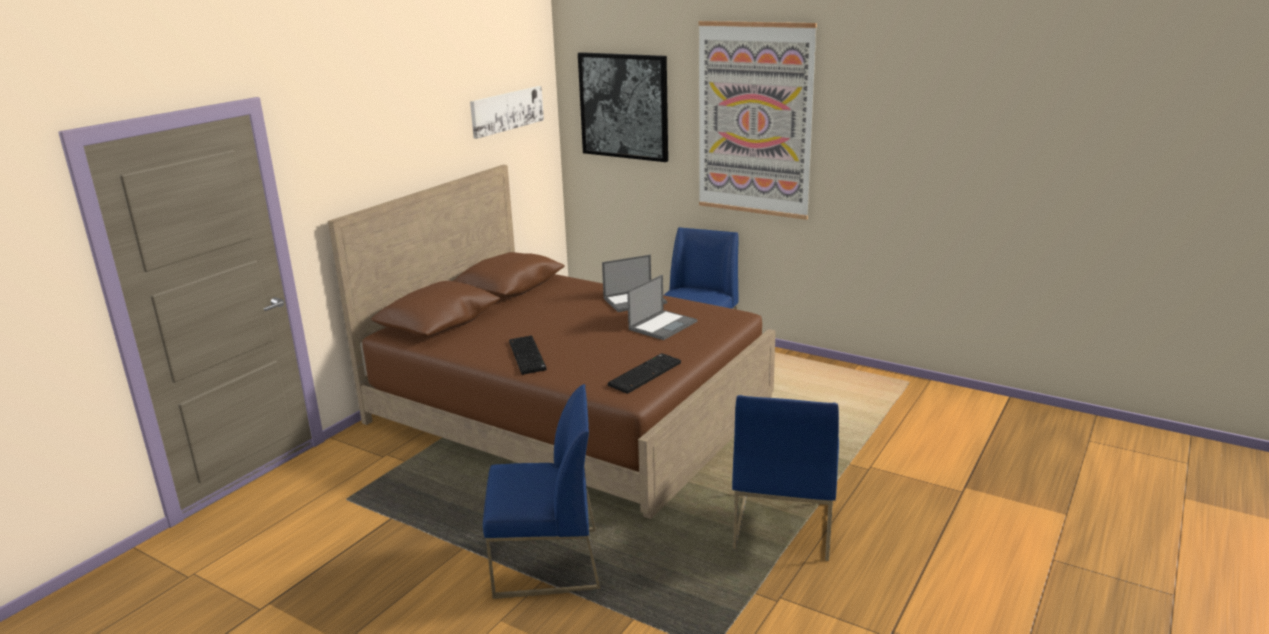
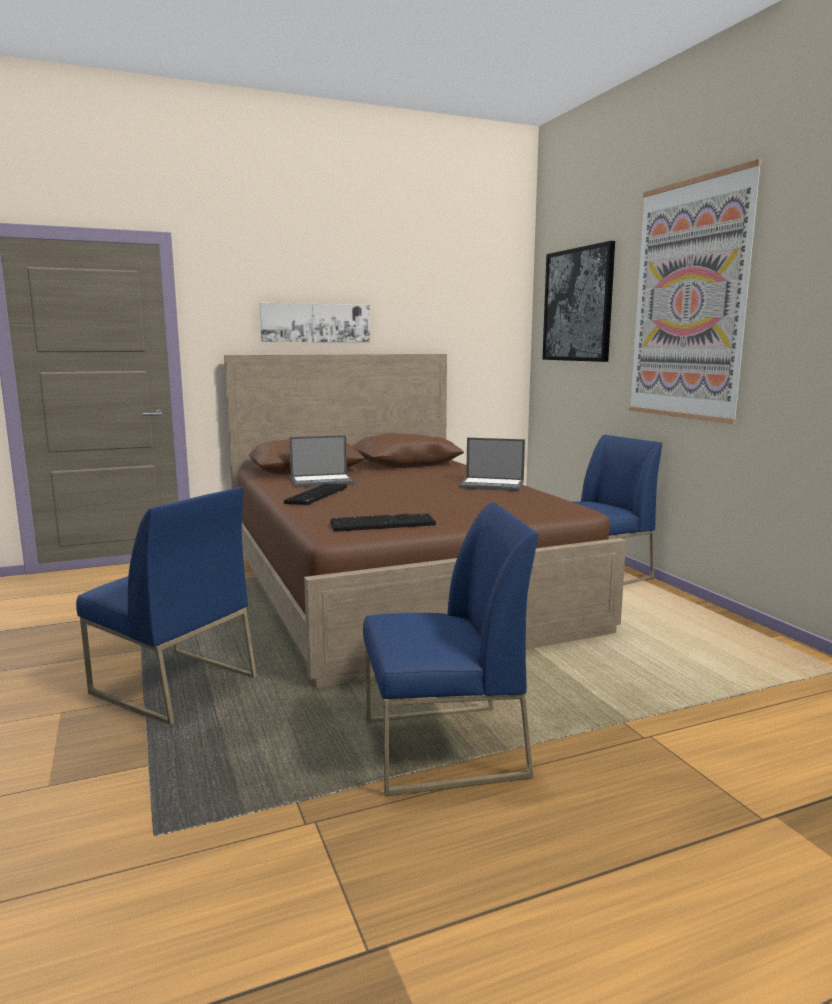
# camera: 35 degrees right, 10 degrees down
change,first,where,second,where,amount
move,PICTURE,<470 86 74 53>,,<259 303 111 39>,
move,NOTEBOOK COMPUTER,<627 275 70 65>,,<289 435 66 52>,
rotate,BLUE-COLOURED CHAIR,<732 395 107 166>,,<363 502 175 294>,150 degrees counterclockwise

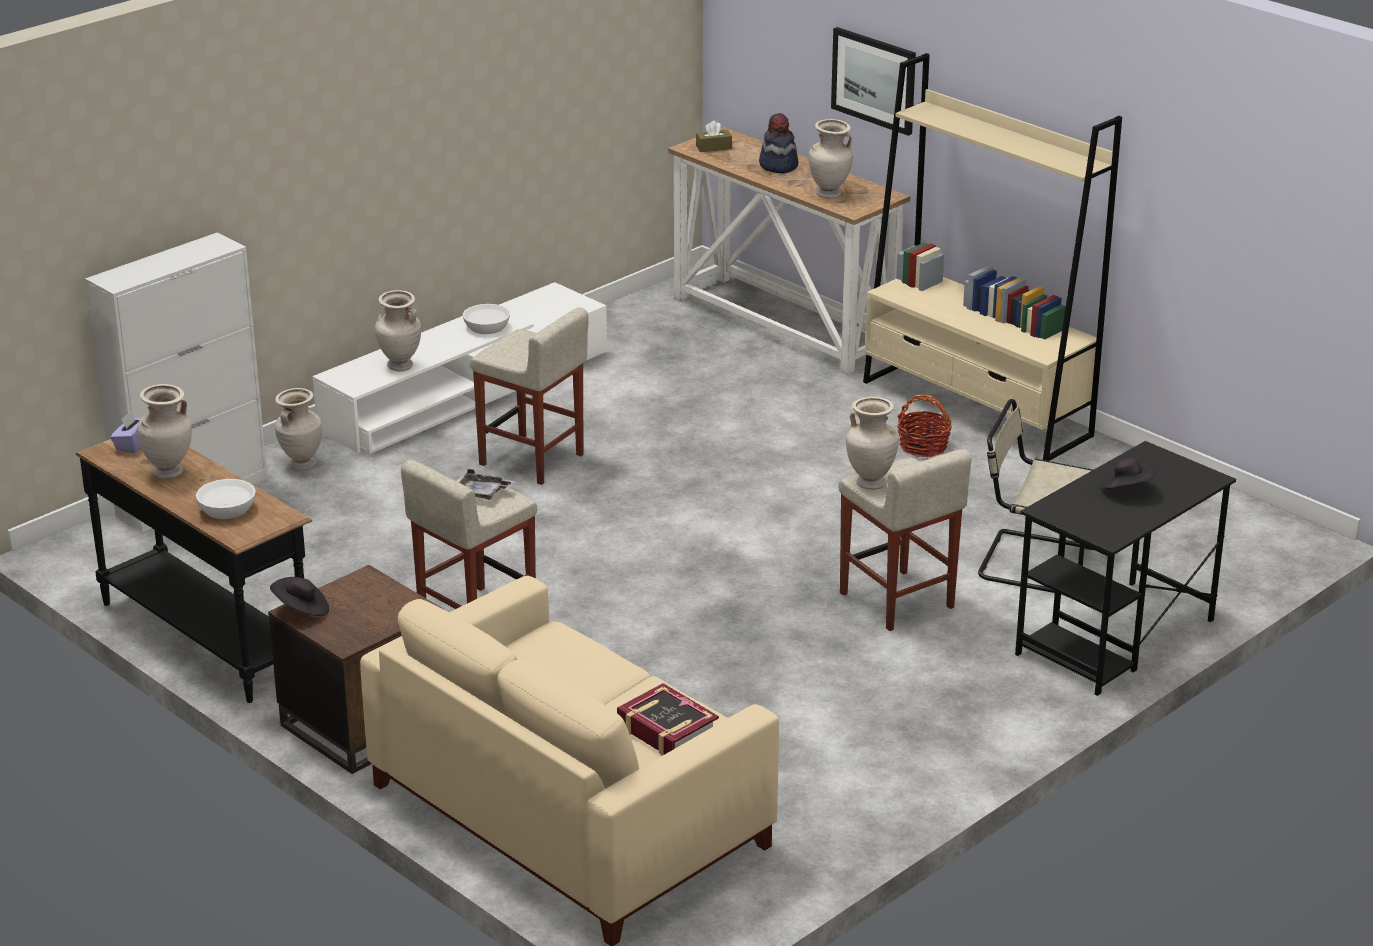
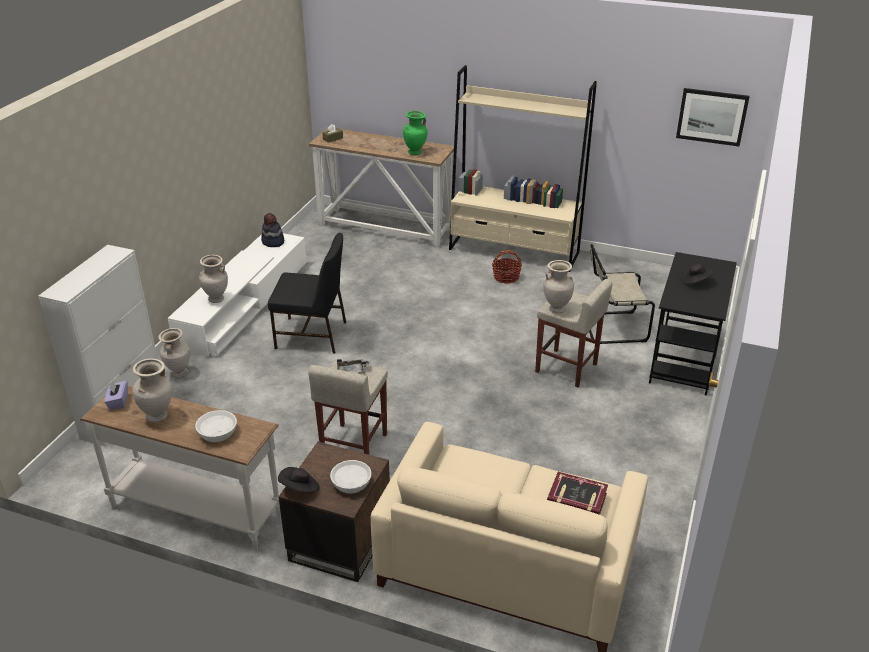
# camera: 25 degrees left, 5 degrees up
change,first,where,second,where,amount
recolor,BLACKISH NARROW TABLE,<76 439 236 264>,WHITE-COLOURED NARROW TABLE,<80 386 201 165>,
move,WEARABLE HAT,<759 113 40 60>,,<261 213 23 34>,
replace,SAND-COLOURED STOOL,<470 307 118 178>,BLACKISH CHAIR,<268 233 78 121>,
move,WHITE-COLOURED SERVING BOWL,<463 304 47 30>,,<330 460 41 34>,
recolor,SAND-COLOURED DECORATIVE VASE,<808 119 45 80>,GREEN-COLOURED DECORATIVE VASE,<403 111 24 44>,
move,PICTURE,<831 27 85 109>,,<676 88 74 58>,

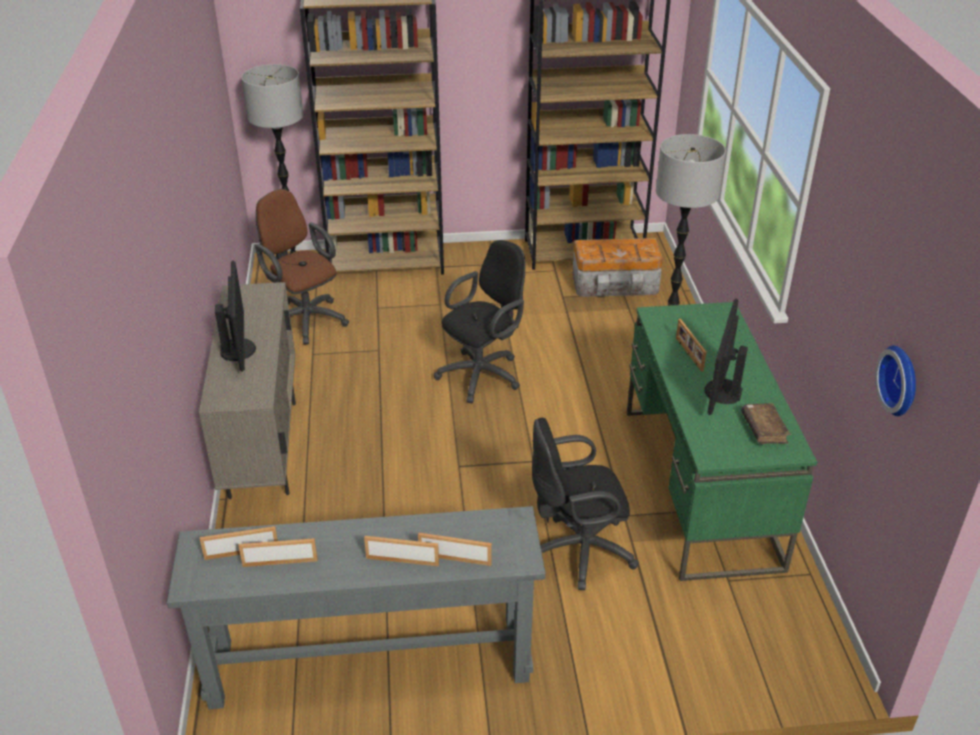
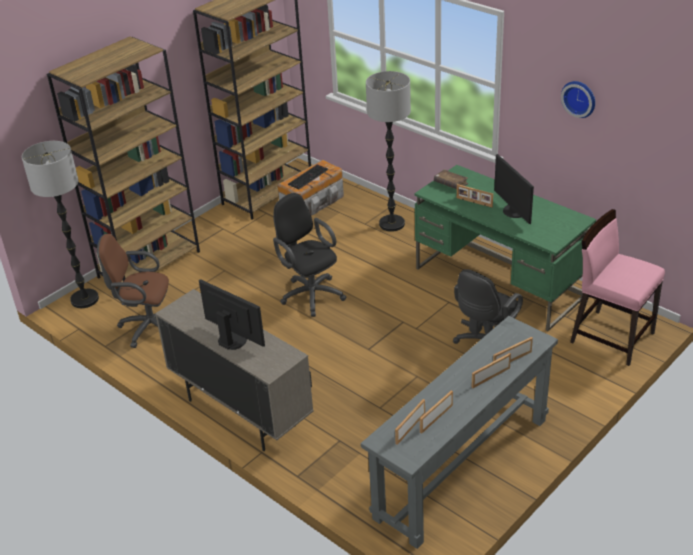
# camera: 40 degrees left, 0 degrees up
change,first,where,second,where,amount
rotate,BLACKISH OFFICE CHAIR,<434 240 91 163>,,<273 193 73 124>,45 degrees counterclockwise
insert,,,COMPUTER KEYBOARD,<288 164 40 25>,
move,BROWN BOOK,<741 403 50 41>,,<434 169 34 20>,
move,WALL CLOCK,<875 346 41 70>,,<561 81 34 37>,
insert,,,PINK CHAIR,<570 209 95 157>,

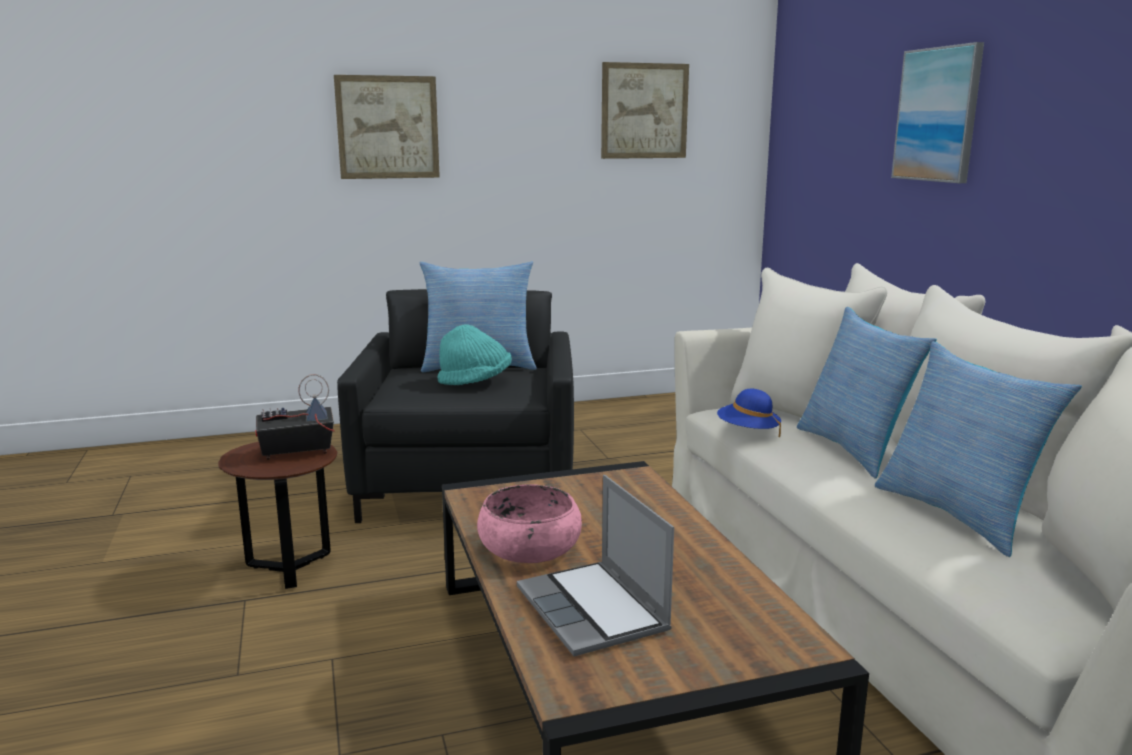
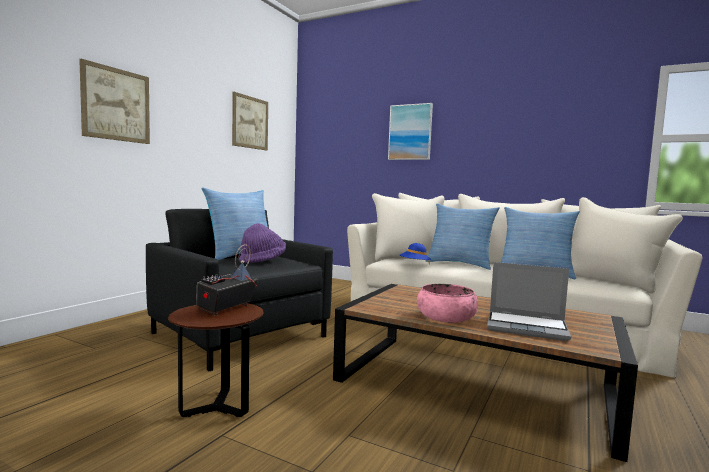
# camera: 45 degrees left, 10 degrees down
change,first,where,second,where,amount
recolor,BLUE-GREEN WEARABLE HAT,<438 324 74 61>,PURPLE WEARABLE HAT,<239 223 47 40>,

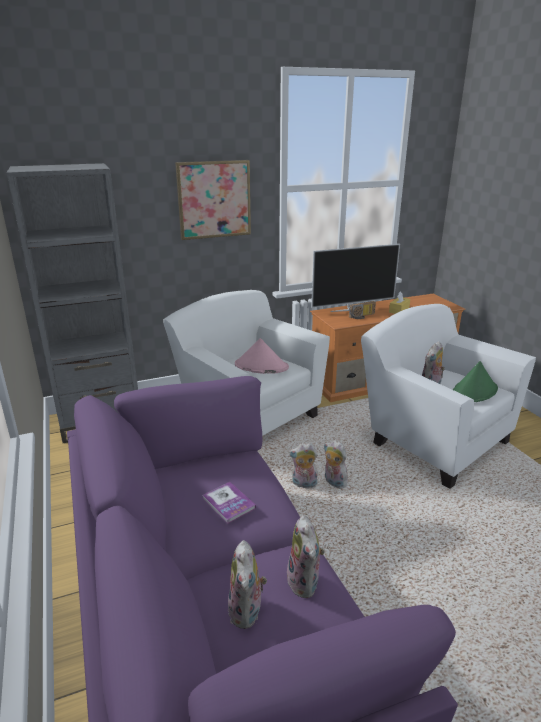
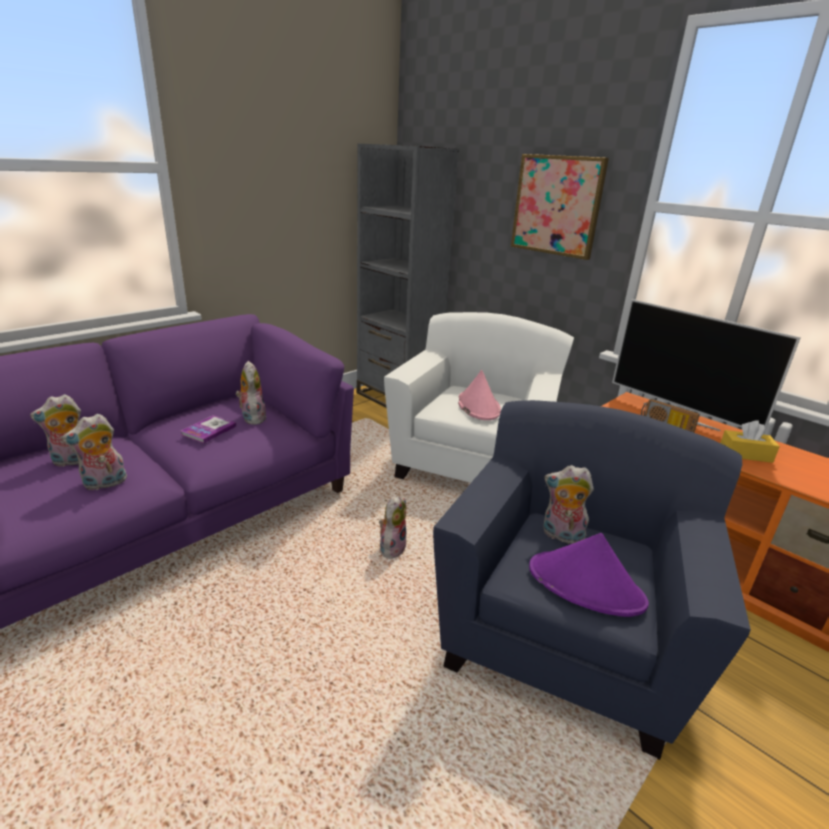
# camera: 65 degrees right, 0 degrees up
change,first,where,second,where,amount
move,CUDDLY TOY,<288 443 30 45>,,<236 361 30 64>,
recolor,WHITE-COLOURED ARMCHAIR,<361 304 175 185>,BLUE-COLOURED ARMCHAIR,<433 400 318 360>,
recolor,GREEN-COLOURED WEARABLE HAT,<452 361 46 41>,PURPLE WEARABLE HAT,<529 533 120 84>,

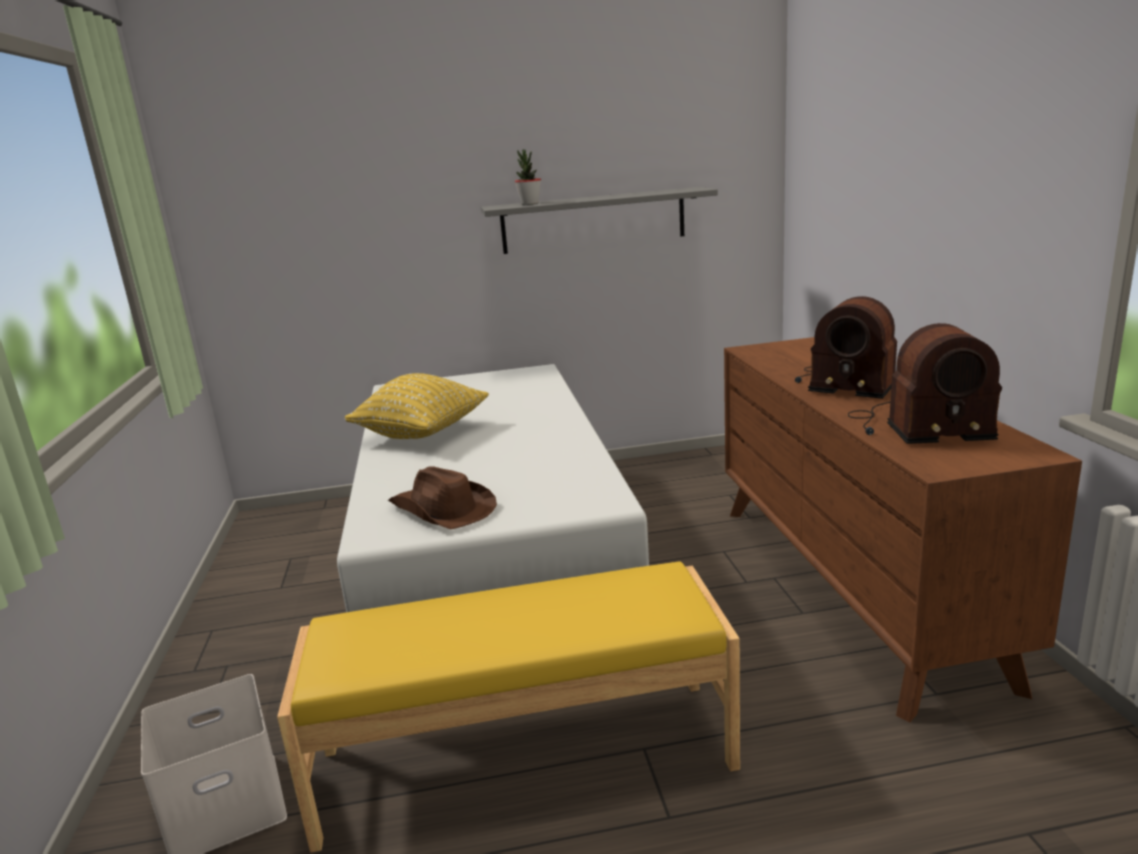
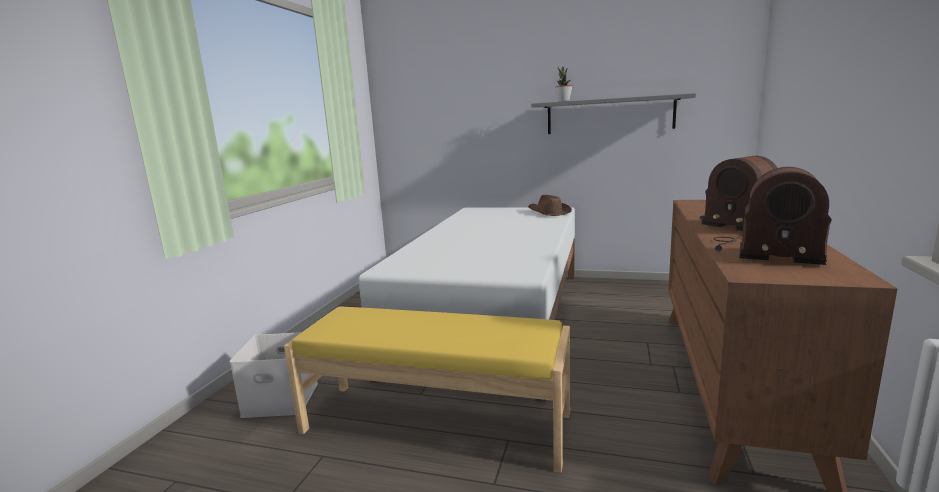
# camera: 25 degrees right, 5 degrees down
change,first,where,second,where,amount
move,BROWN WEARABLE HAT,<388 466 109 64>,,<528 195 44 21>,
delete,YELLOWISH PILLOW,<345 373 144 66>,,,

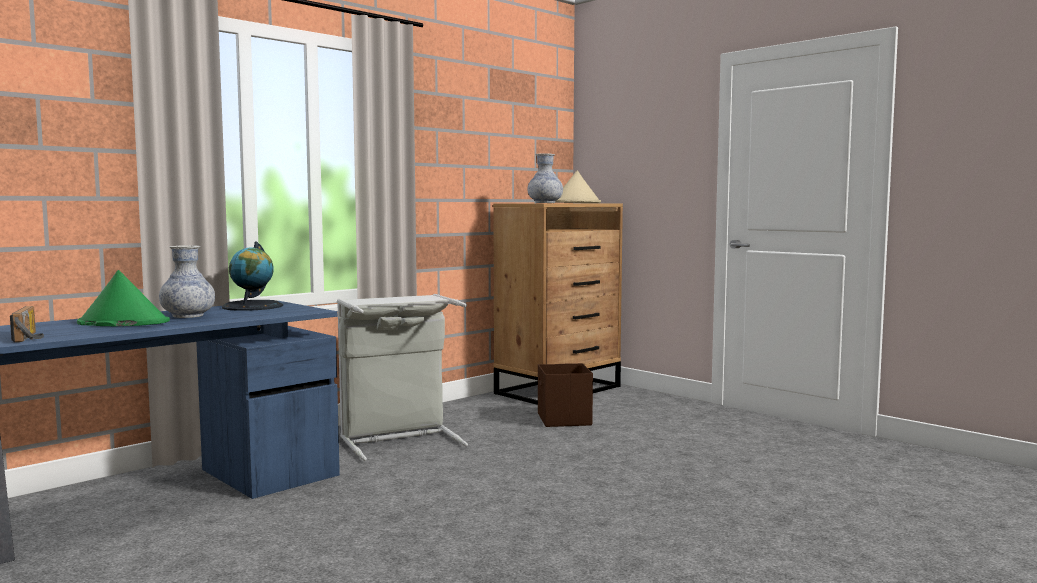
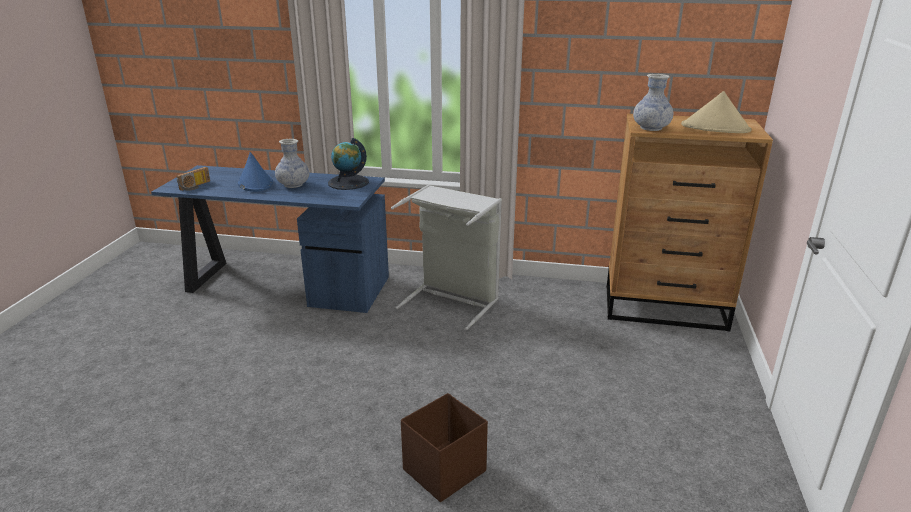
# camera: 55 degrees right, 20 degrees up
change,first,where,second,where,amount
recolor,GREEN-COLOURED WEARABLE HAT,<77 270 93 56>,BLUE-COLOURED WEARABLE HAT,<238 152 35 40>,
move,BROWN STORAGE BOX,<538 363 55 64>,,<401 393 87 109>,

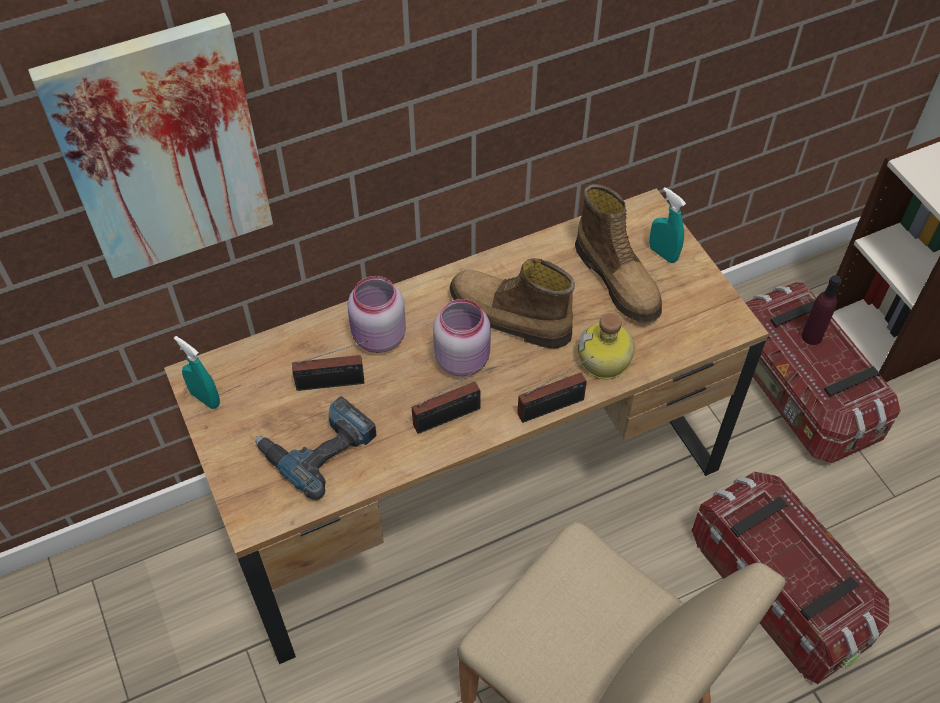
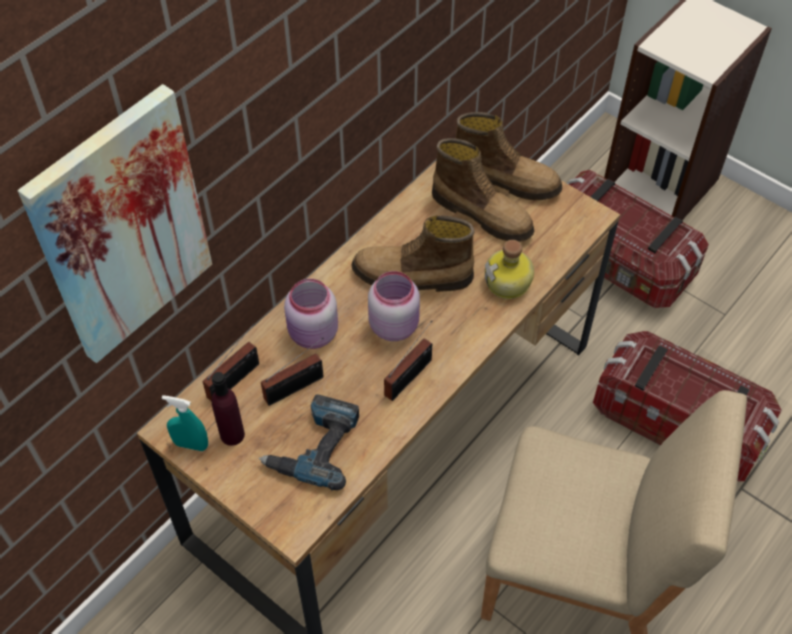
# camera: 25 degrees left, 0 degrees up
change,first,where,second,where,amount
move,RADIO,<517 356 76 67>,,<203 324 56 77>,
move,PURPLE BOTTLE,<802 275 39 70>,,<212 372 33 74>,
replace,BLUE-GREEN HAND SPRAYER,<649 187 37 76>,HIGH-TOP BOOT,<456 112 106 88>,

